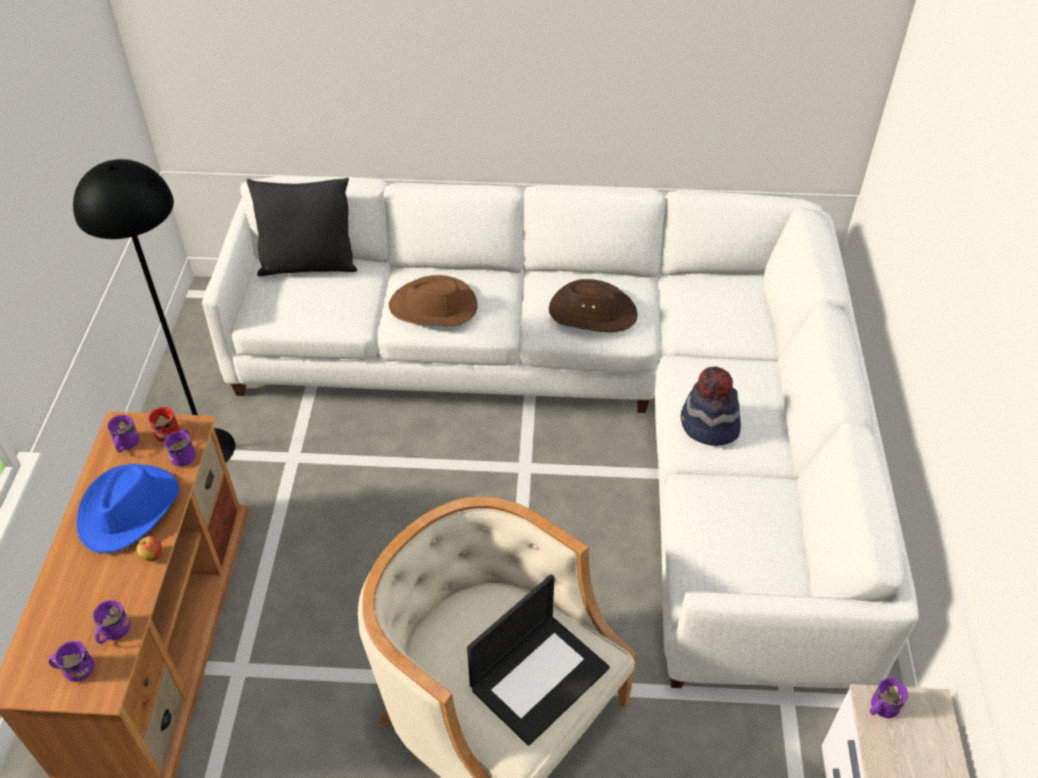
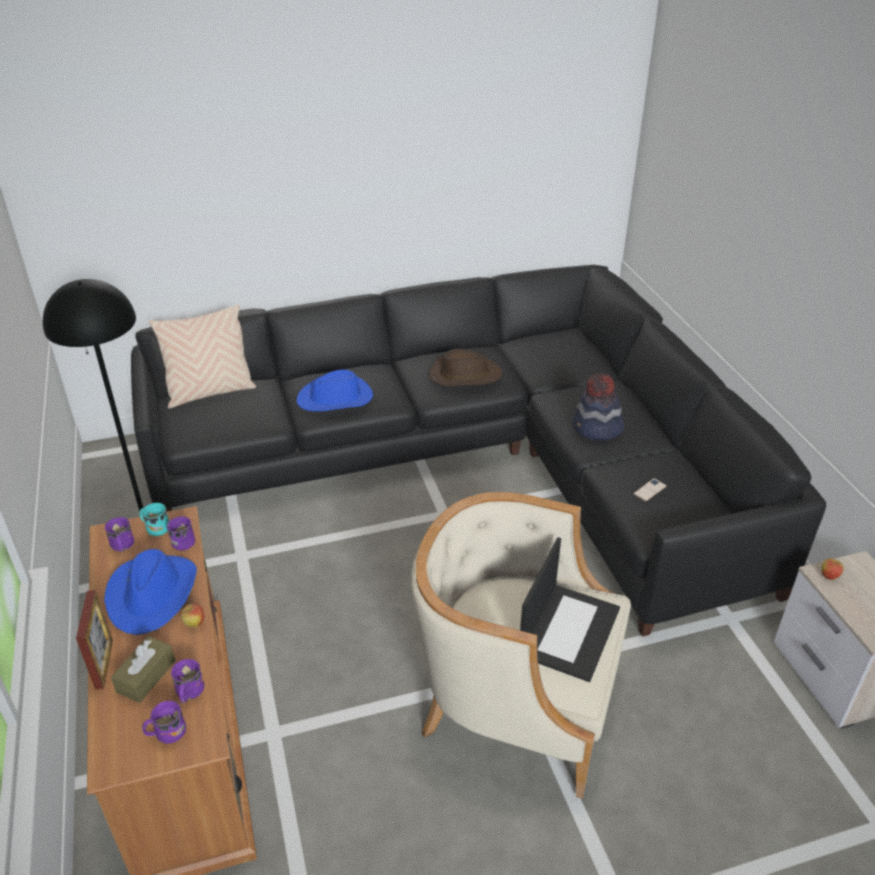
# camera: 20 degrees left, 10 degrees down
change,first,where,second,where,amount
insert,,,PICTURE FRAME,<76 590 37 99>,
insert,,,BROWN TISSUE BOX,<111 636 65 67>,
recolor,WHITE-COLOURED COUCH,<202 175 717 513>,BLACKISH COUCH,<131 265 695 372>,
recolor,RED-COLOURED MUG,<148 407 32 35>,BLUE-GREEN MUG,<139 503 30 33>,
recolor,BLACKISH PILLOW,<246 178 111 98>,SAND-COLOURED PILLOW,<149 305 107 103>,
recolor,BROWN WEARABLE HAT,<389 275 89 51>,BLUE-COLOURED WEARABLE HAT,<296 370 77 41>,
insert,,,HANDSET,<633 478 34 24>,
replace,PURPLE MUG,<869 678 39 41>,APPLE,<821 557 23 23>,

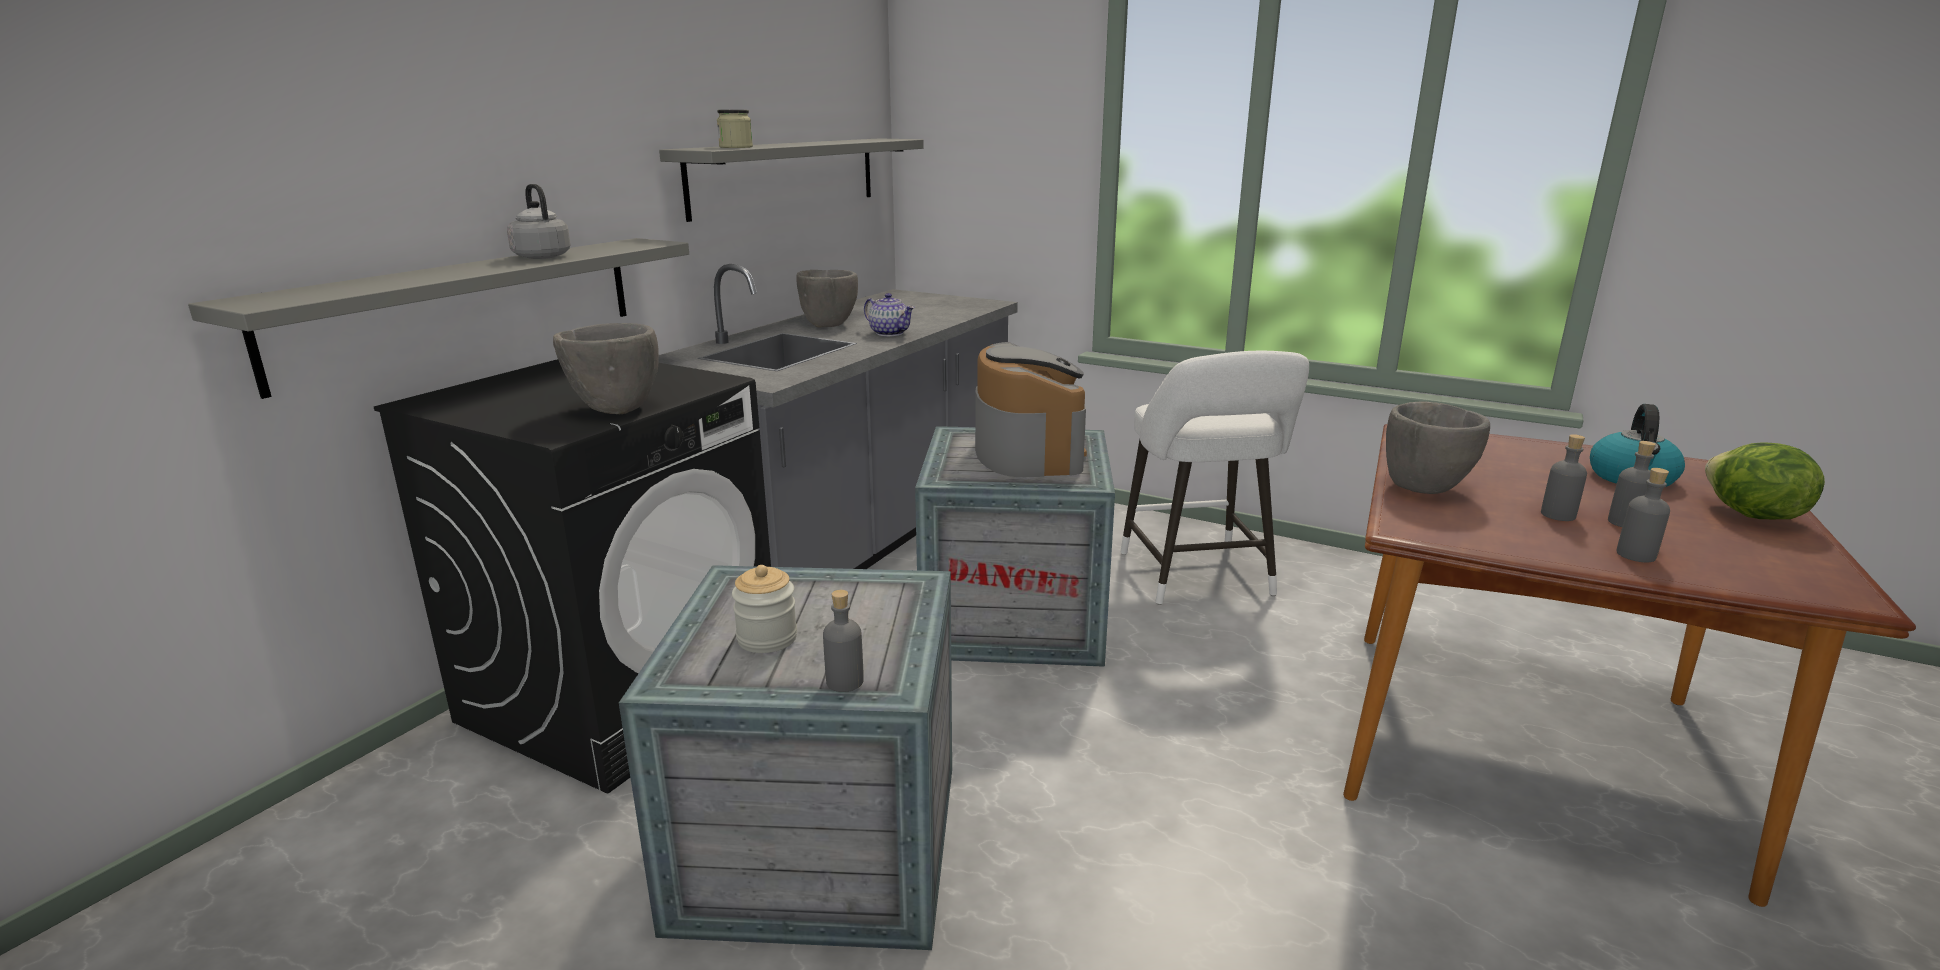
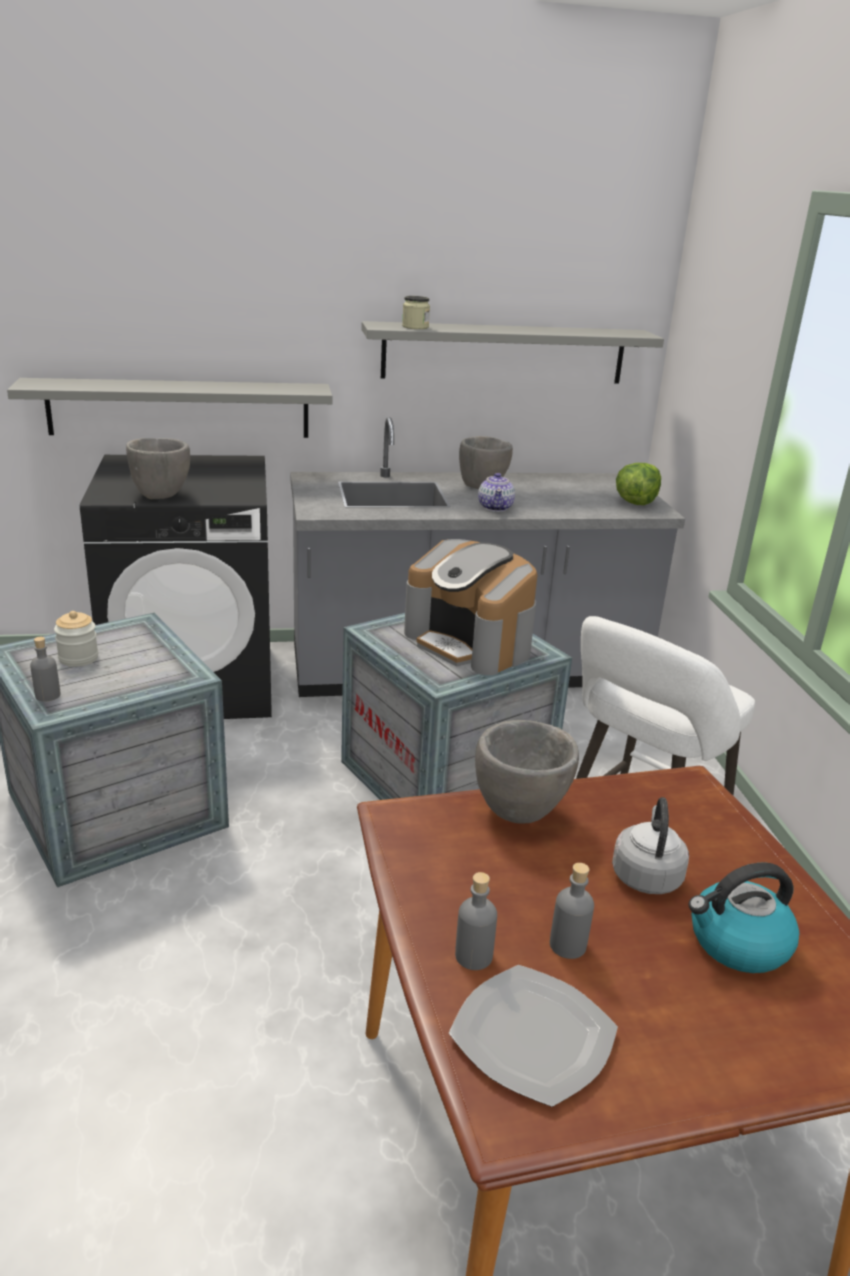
# camera: 50 degrees right, 5 degrees up
change,first,where,second,where,amount
rotate,COFFEE MACHINE,<975 342 112 135>,,<404 539 134 136>,90 degrees clockwise
insert,,,DINNER PLATE,<449 965 169 142>,
move,GREYISH WATER KETTLE,<507 184 64 75>,,<612 797 77 97>,
move,LETTUCE HEAD,<1705 443 120 76>,,<616 463 45 42>,
delete,GREYISH BOTTLE,<1541 434 46 87>,,,

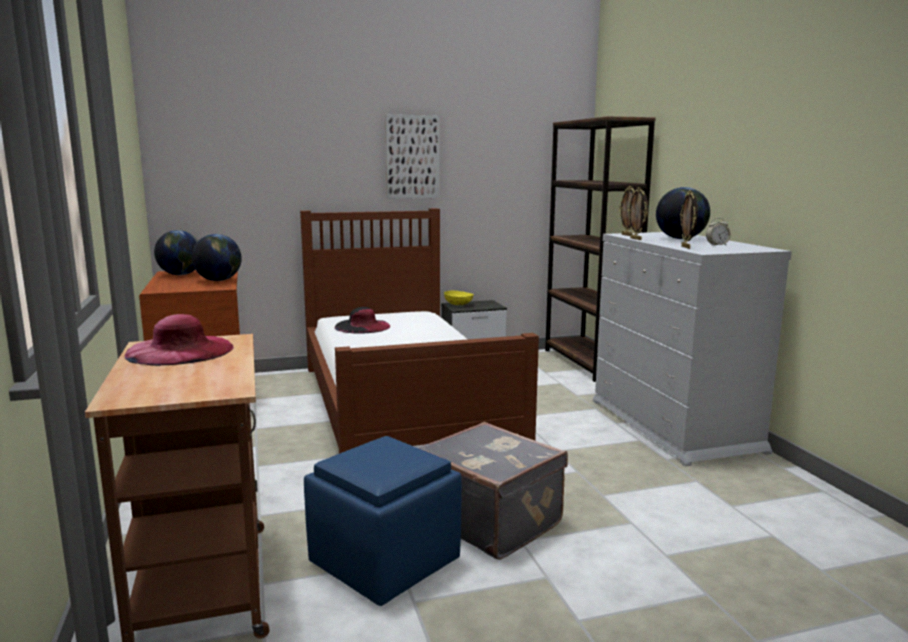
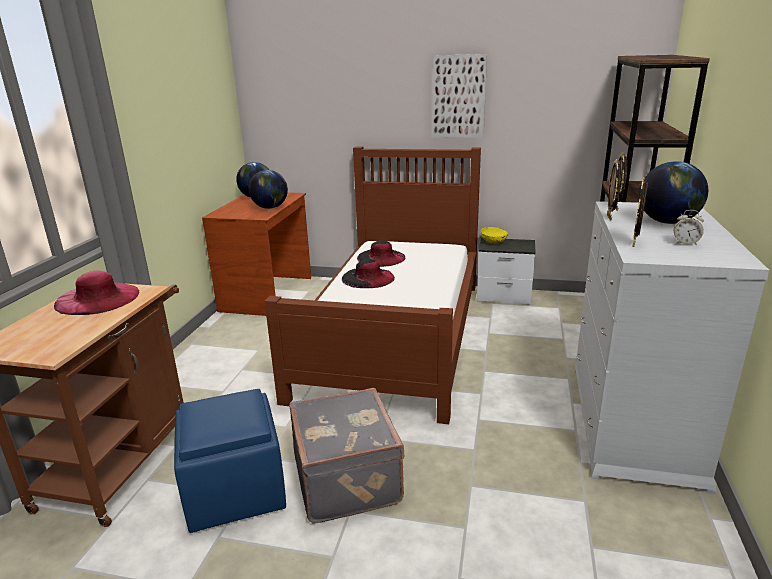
# camera: 30 degrees right, 10 degrees up
change,first,where,second,where,amount
insert,,,BLACKISH WEARABLE HAT,<342 259 53 29>,

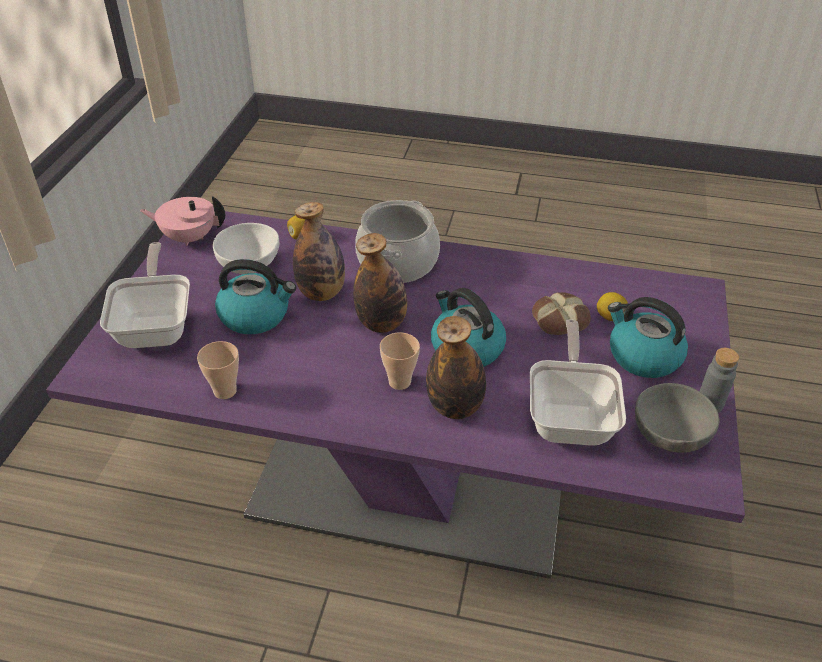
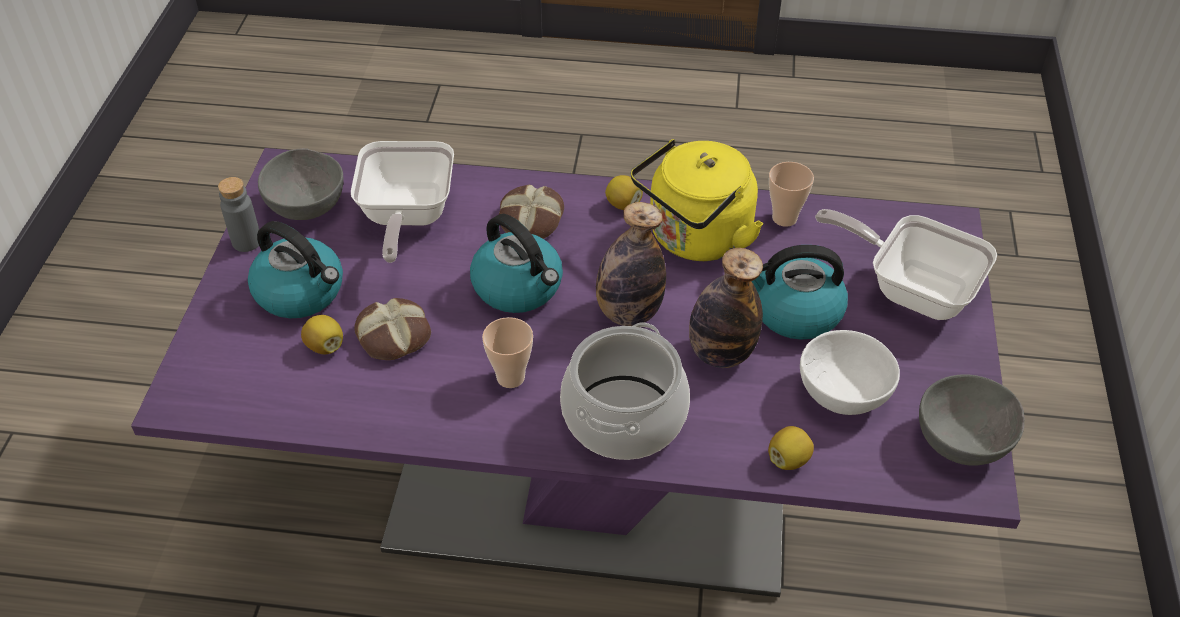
# camera: 175 degrees right, 5 degrees up
change,first,where,second,where,amount
move,CUP,<380 332 40 58>,,<482 317 51 71>,
replace,BOTTLE,<426 316 60 103>,BAKED BREAD,<499 184 65 55>,
insert,,,WHOLE LEMON,<605 175 38 35>,
insert,,,YELLOWISH WATER KETTLE,<631 139 132 122>,
rotate,SKILLET,<100 242 90 106>,,<815 209 182 111>,135 degrees clockwise
replace,PINK TEAPOT,<140 196 85 50>,GREYISH SERVING BOWL,<919 374 106 92>,

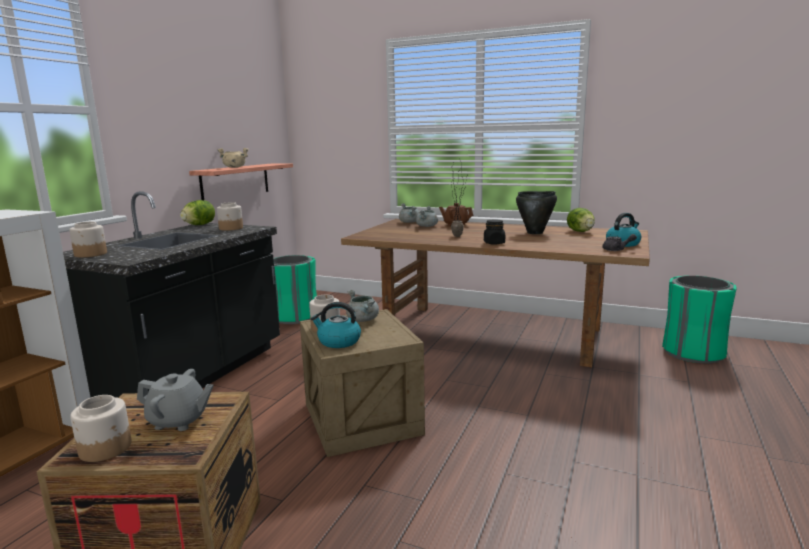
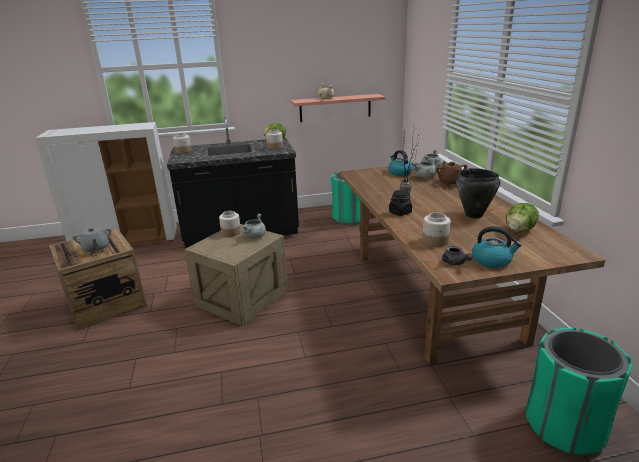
# camera: 55 degrees right, 10 degrees up
change,first,where,second,where,amount
move,WATER KETTLE,<311 302 50 46>,,<388 150 25 26>,
move,PRESERVE JAR,<70 395 62 67>,,<422 212 29 35>,

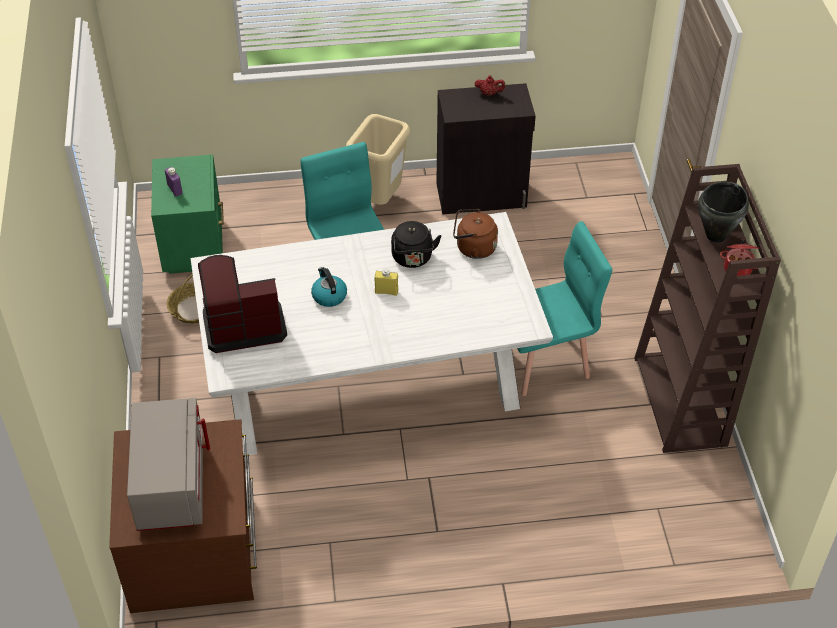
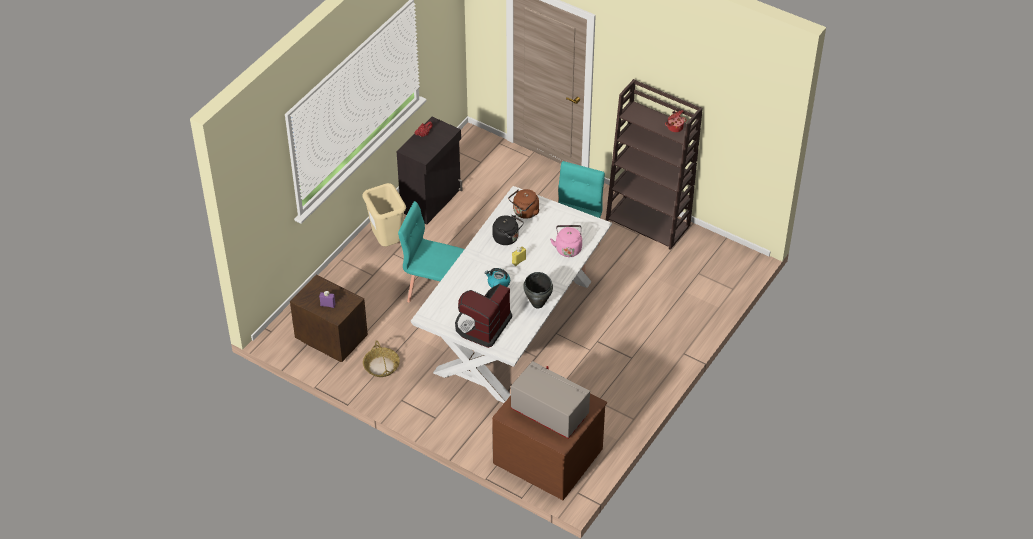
# camera: 50 degrees left, 0 degrees up
change,first,where,second,where,amount
recolor,GREEN-COLOURED NIGHT TABLE,<151 155 73 119>,BROWN NIGHT TABLE,<290 274 78 88>,
move,BLACKISH COOKING POT,<698 182 51 61>,,<523 272 30 36>,
insert,,,PINK WATER KETTLE,<550 225 32 32>,

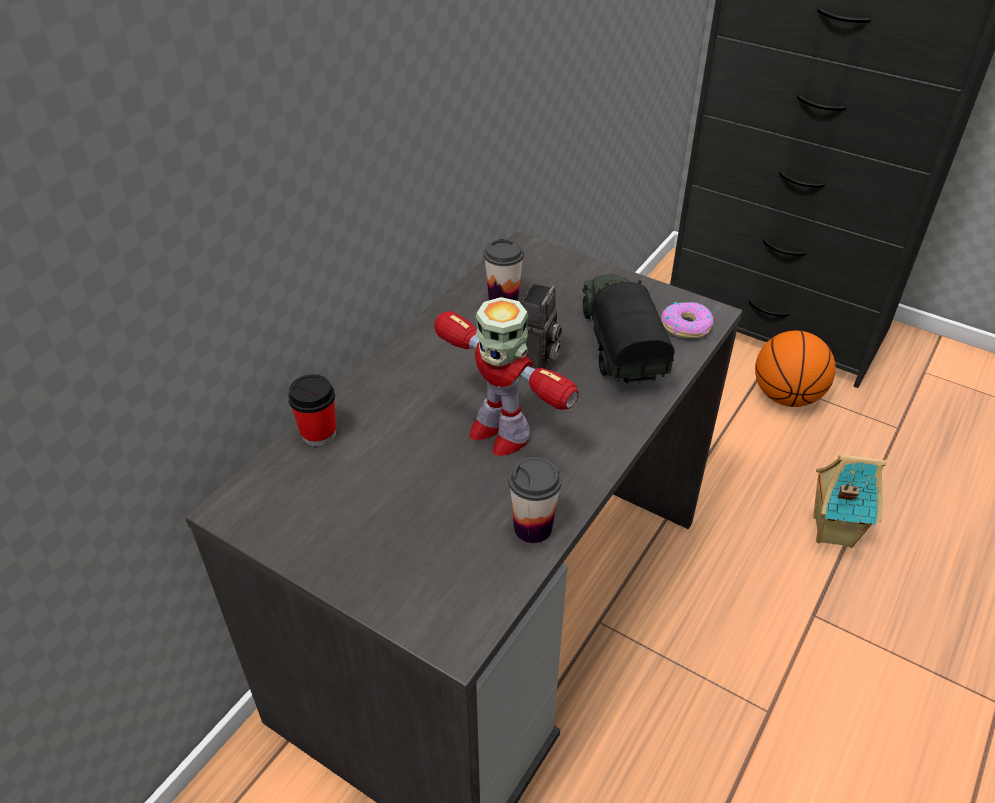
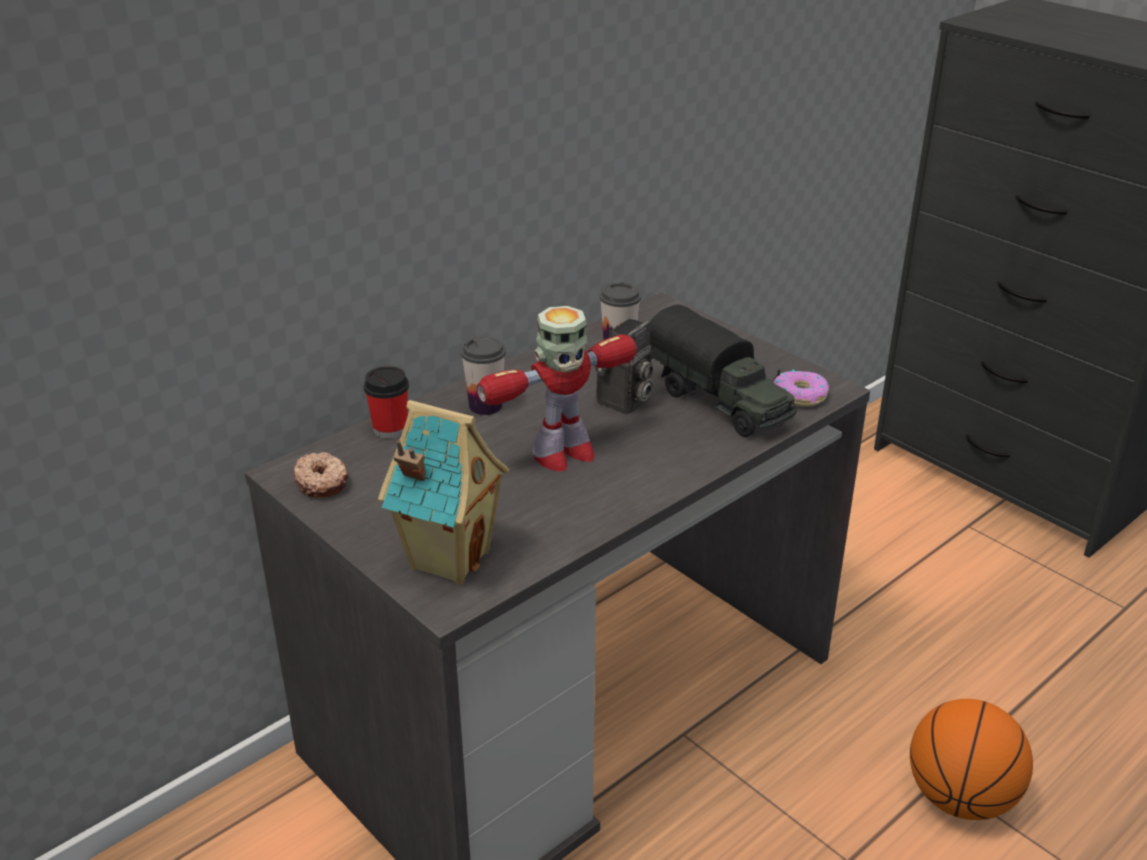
# camera: 15 degrees right, 10 degrees down
change,first,where,second,where,amount
insert,,,DOUGHNUT,<294 452 55 46>,
move,MINIATURE HOUSE,<813 455 74 93>,,<378 400 131 184>,
move,CUP,<508 457 54 86>,,<461 336 45 79>,
rotate,TOY ROBOT,<434 297 145 159>,,<477 306 160 166>,90 degrees counterclockwise
rotate,TOY LORRY,<582 274 93 110>,,<649 305 148 132>,135 degrees clockwise
move,BALL FOR BASKETBALL,<755 331 81 76>,,<910 699 123 121>,

